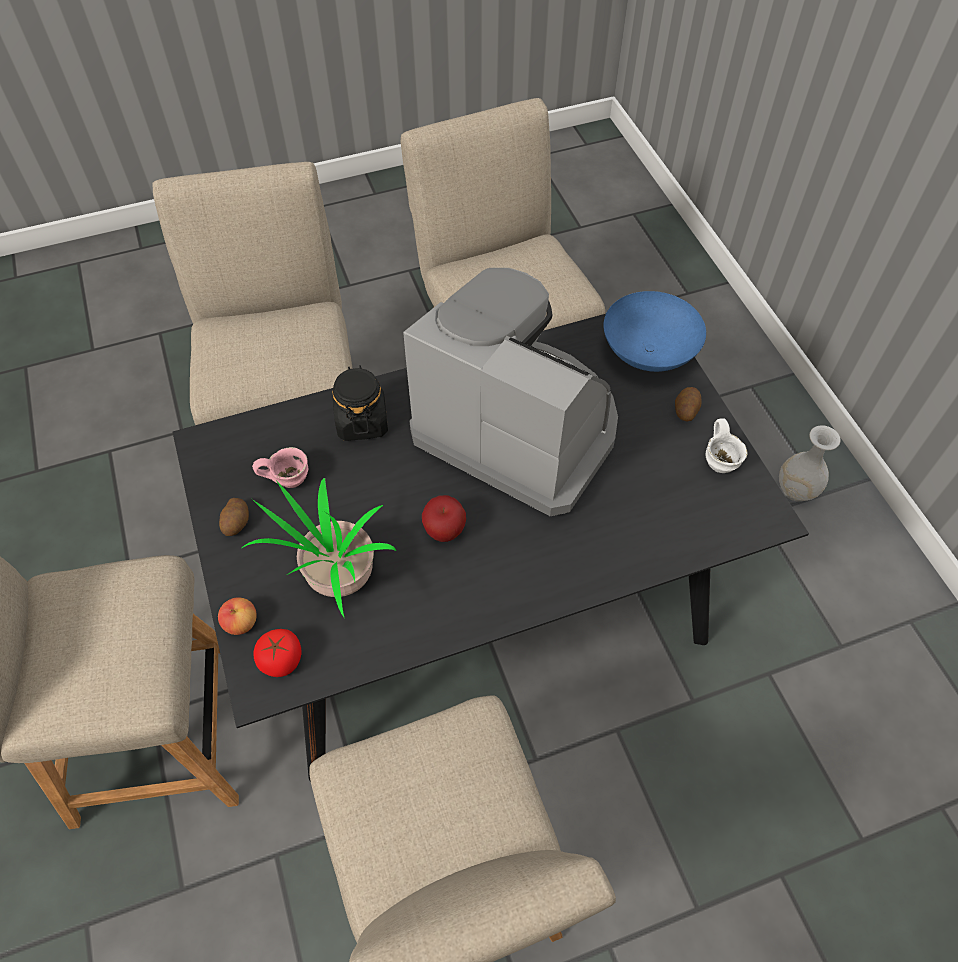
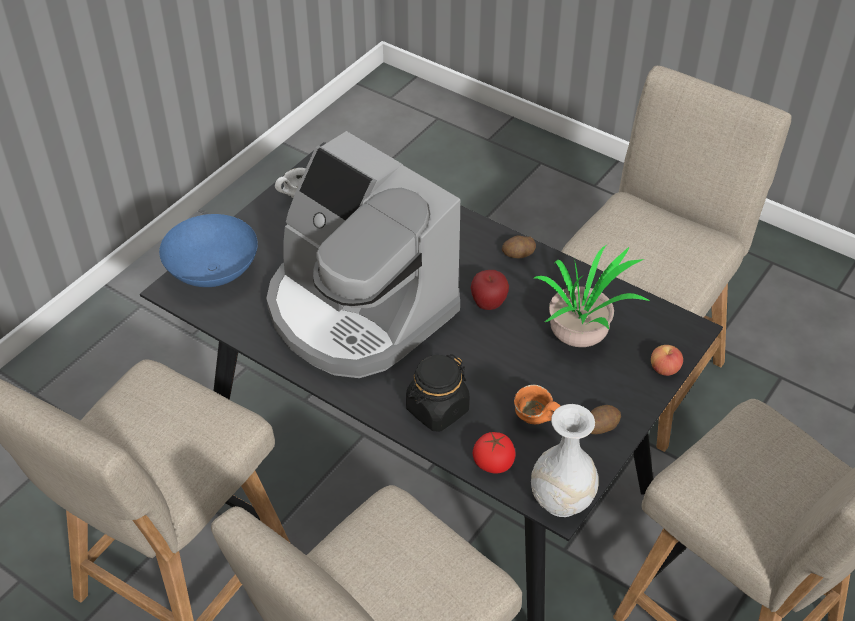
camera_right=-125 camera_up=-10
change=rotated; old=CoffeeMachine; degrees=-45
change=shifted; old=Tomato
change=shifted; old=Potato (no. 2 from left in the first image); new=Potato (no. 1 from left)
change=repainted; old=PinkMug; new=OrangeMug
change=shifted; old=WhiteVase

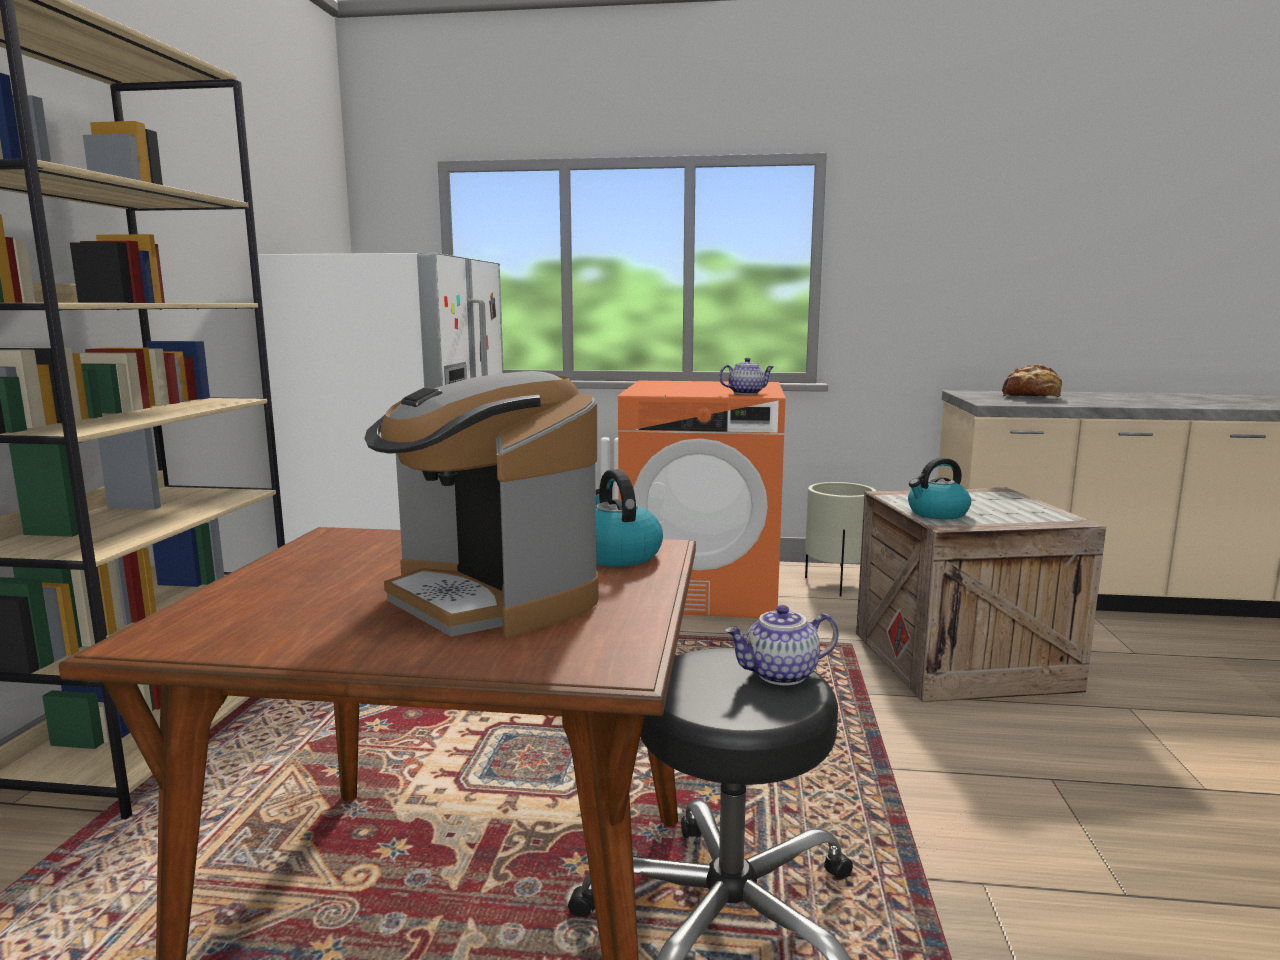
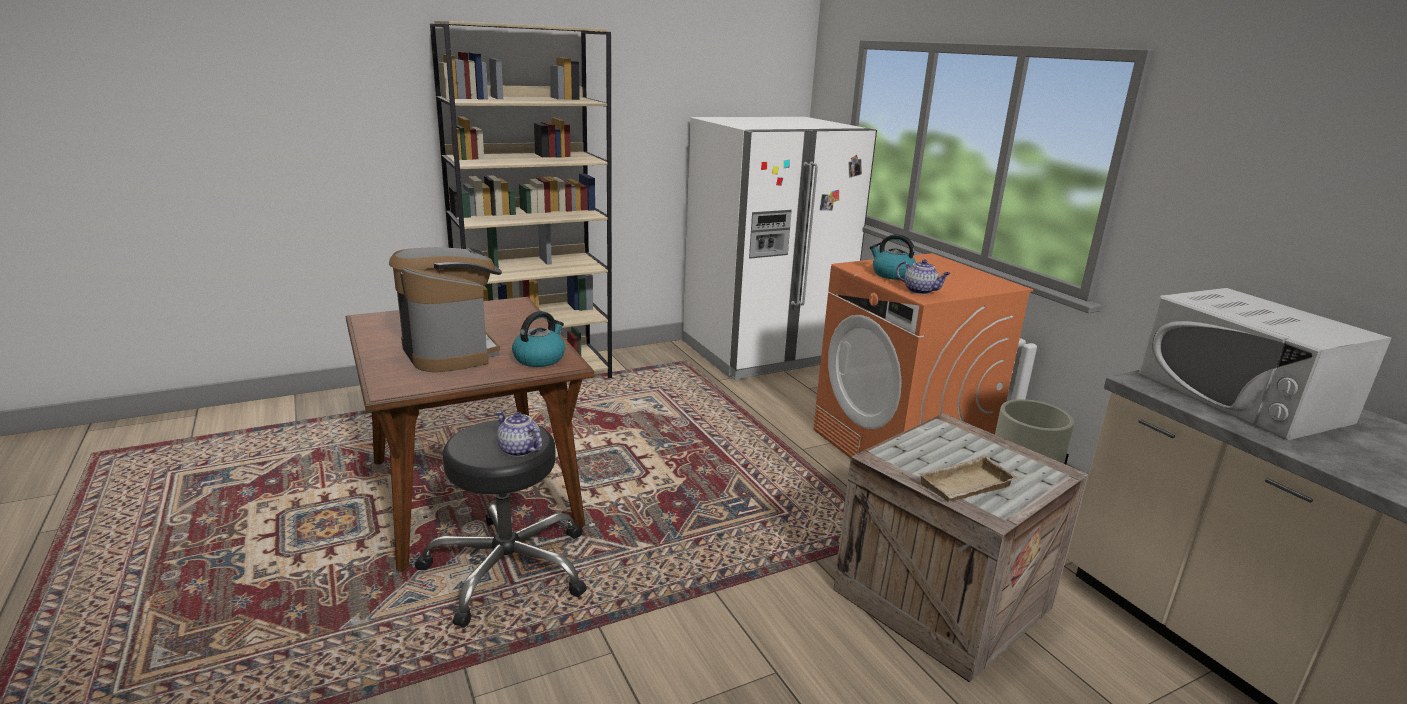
camera_right=55 camera_up=10
change=rotated; old=CoffeeMachine; degrees=135
change=shifted; old=Kettle (no. 2 from left)
change=new; new=BeigeTray
change=swapped; old=Bread; new=WhiteMicrowave

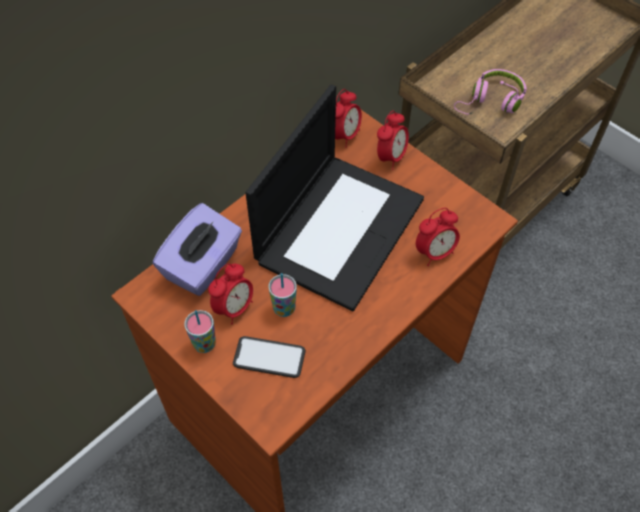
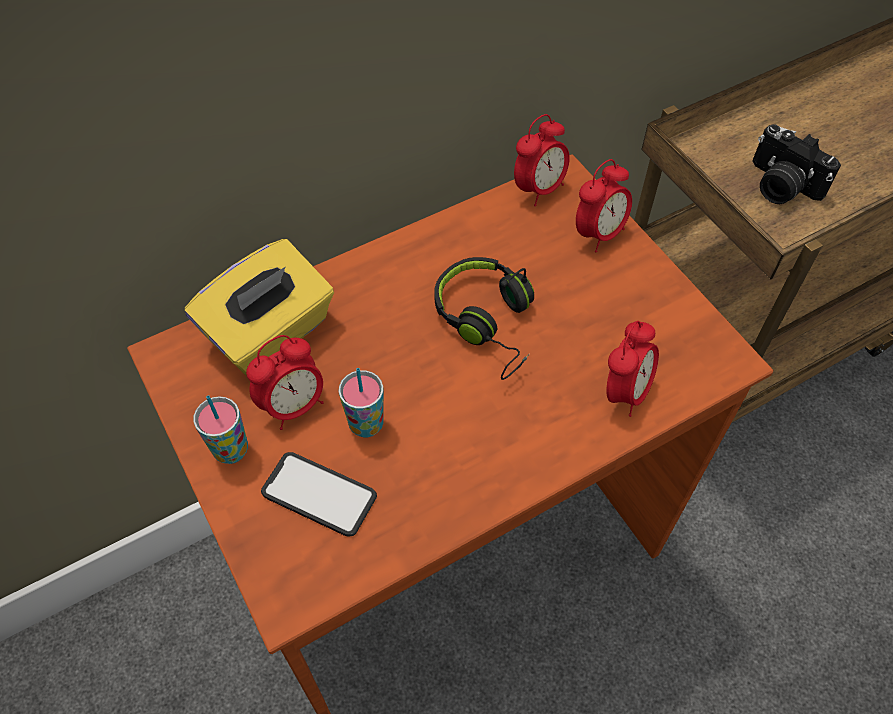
camera_right=15 camera_up=0
change=repainted; old=PurpleTissueBox; new=YellowTissueBox
change=swapped; old=Laptop; new=BlackHeadphones
change=rotated; old=AlarmClock (no. 4 from left); degrees=-45
change=swapped; old=PinkHeadphones; new=PhotoCamera

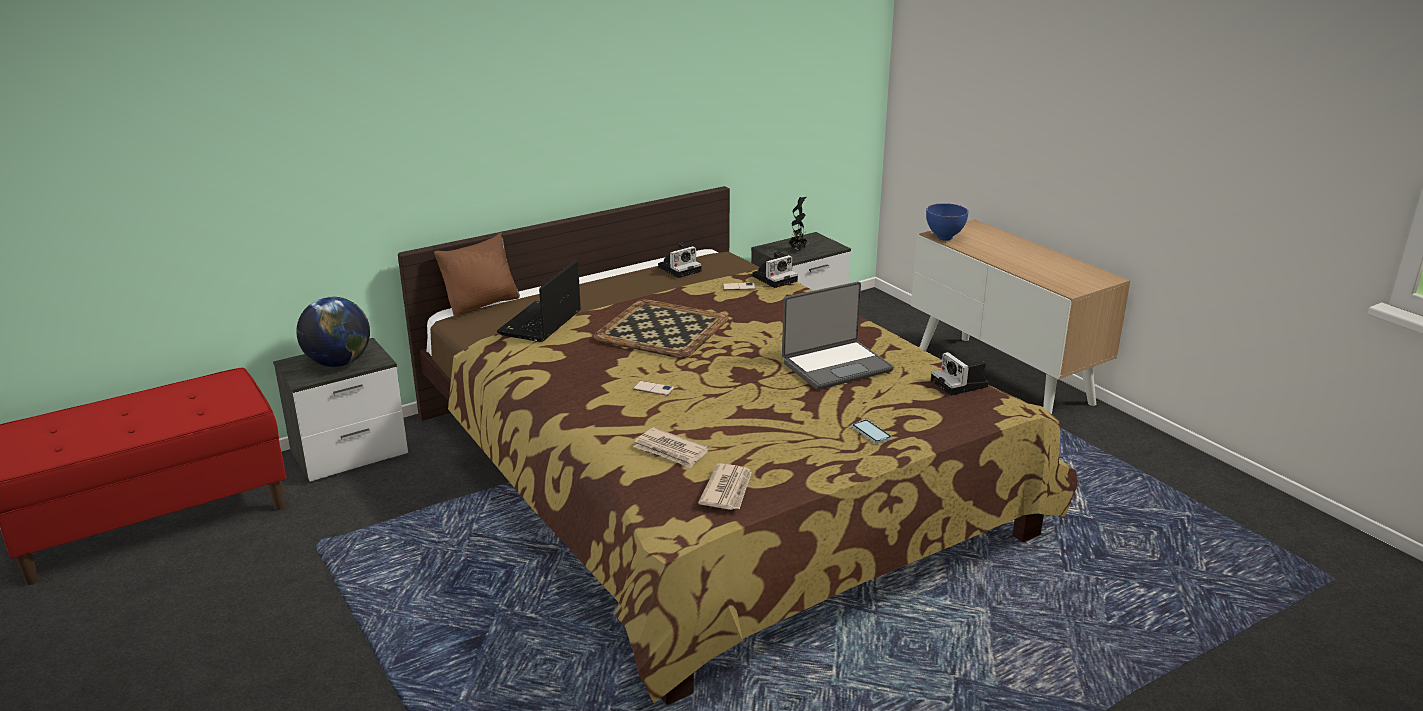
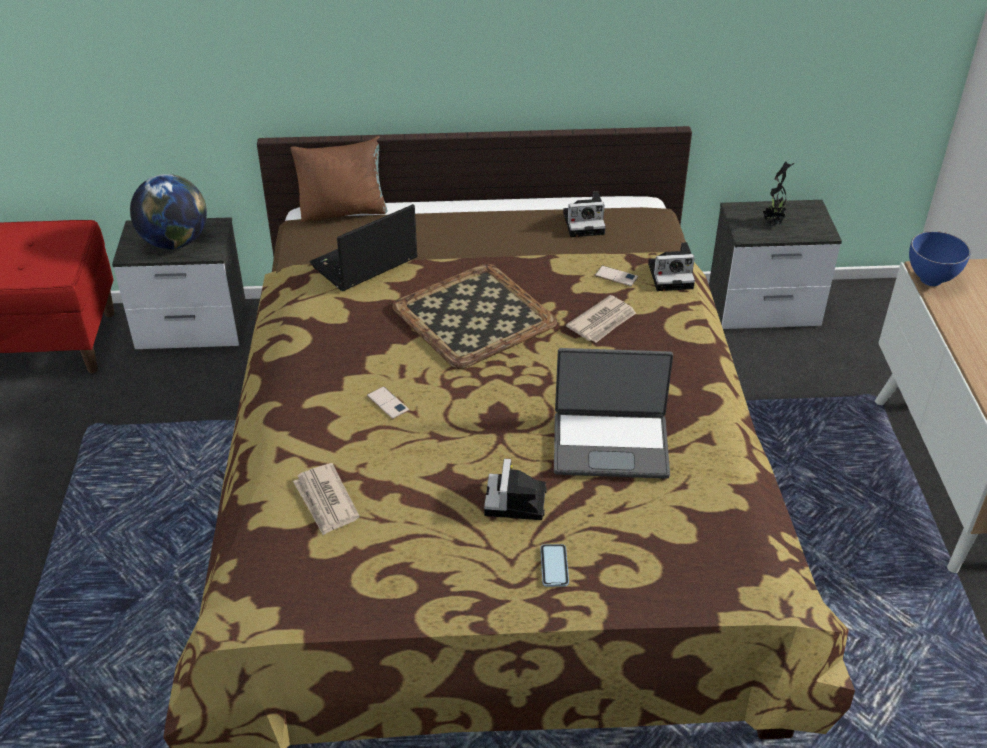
camera_right=30 camera_up=15
change=shifted; old=PhotoCamera (no. 3 from left in the first image); new=PhotoCamera (no. 1 from left)
change=shifted; old=Newspaper (no. 2 from left)

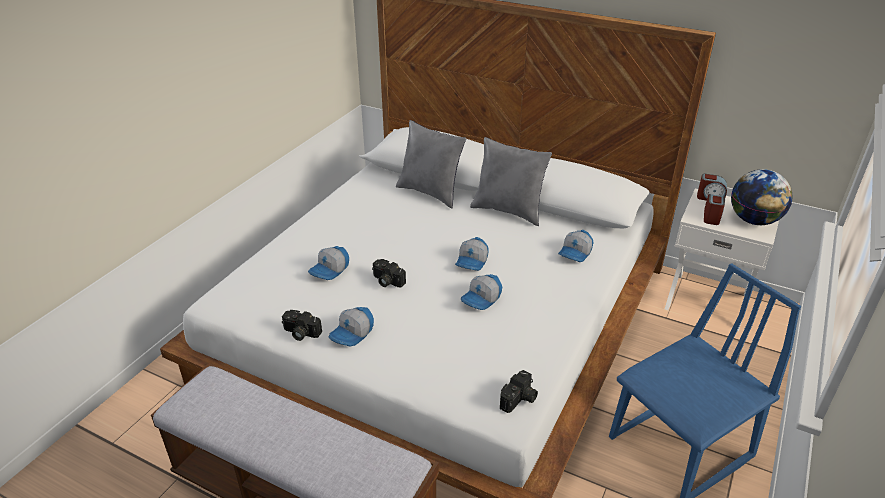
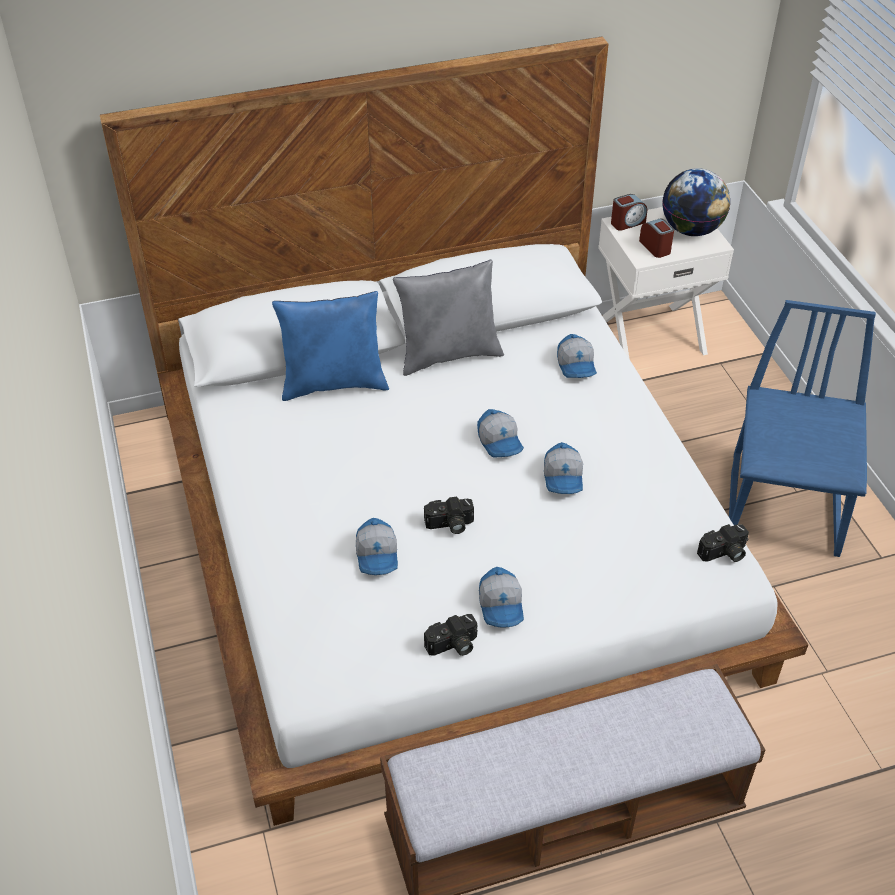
camera_right=-45 camera_up=10
change=repainted; old=GreyPillow (no. 1 from left); new=BluePillow
change=rotated; old=PhotoCamera (no. 3 from left); degrees=75

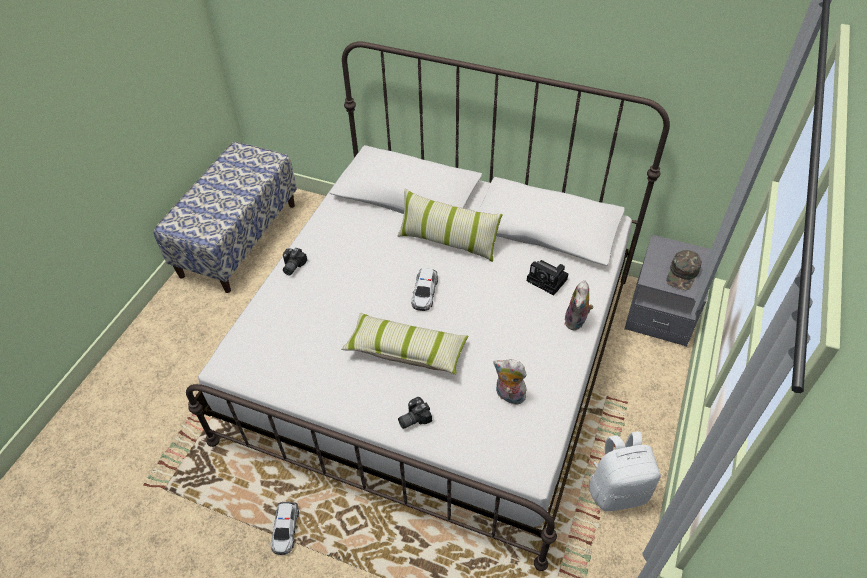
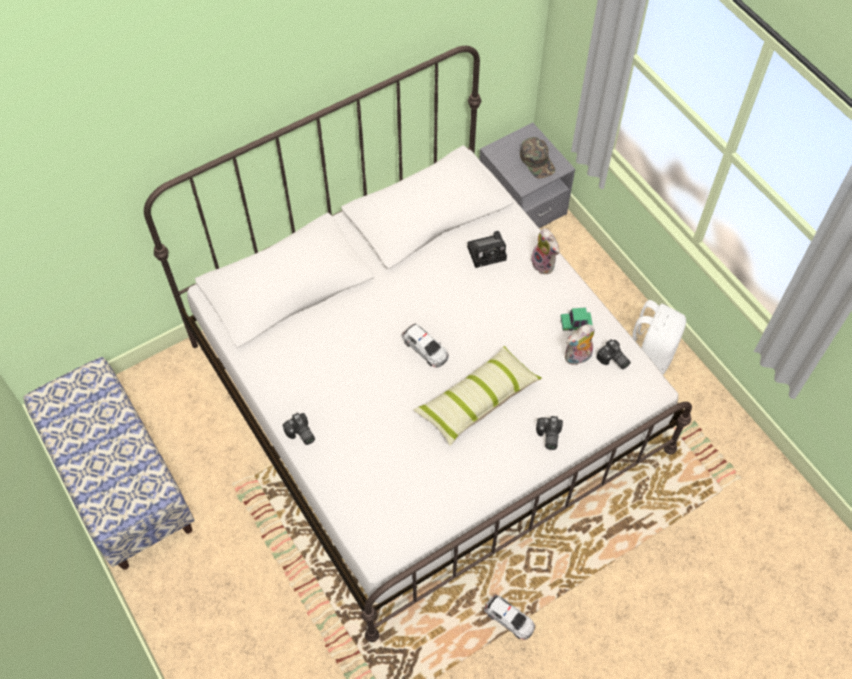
camera_right=-55 camera_up=10
change=new; new=ToyCar (no. 3 from left)
change=new; new=PhotoCamera (no. 4 from left)
change=gone; old=Pillow (no. 2 from left)

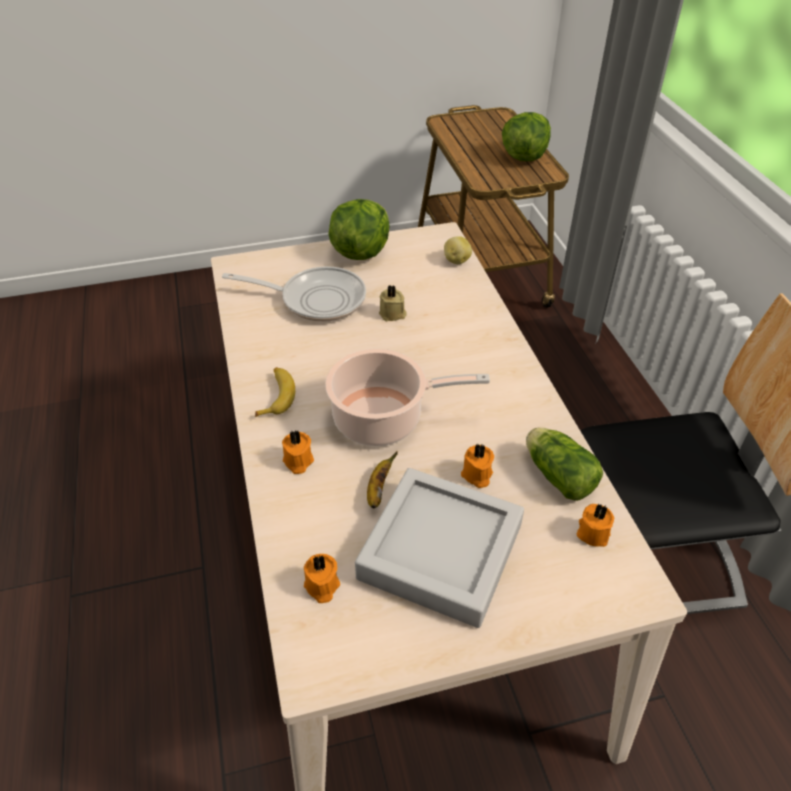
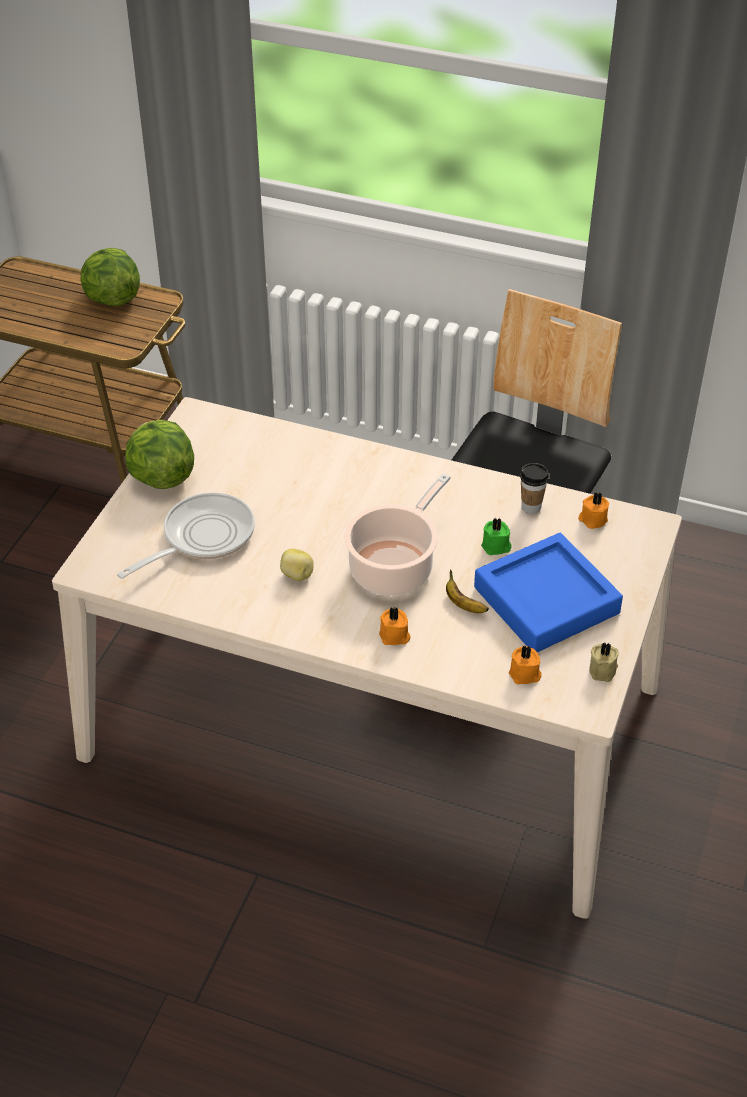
camera_right=-55 camera_up=0
change=shifted; old=Potato
change=repainted; old=GreyTray; new=BlueTray
change=repainted; old=OrangeCandle (no. 3 from left); new=GreenCandle
change=swapped; old=Lettuce (no. 3 from left); new=Cup
change=shifted; old=BeigeCandle
change=gone; old=Banana (no. 1 from left)

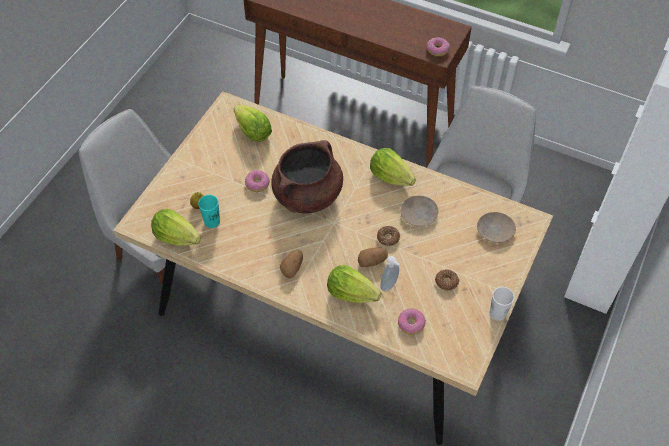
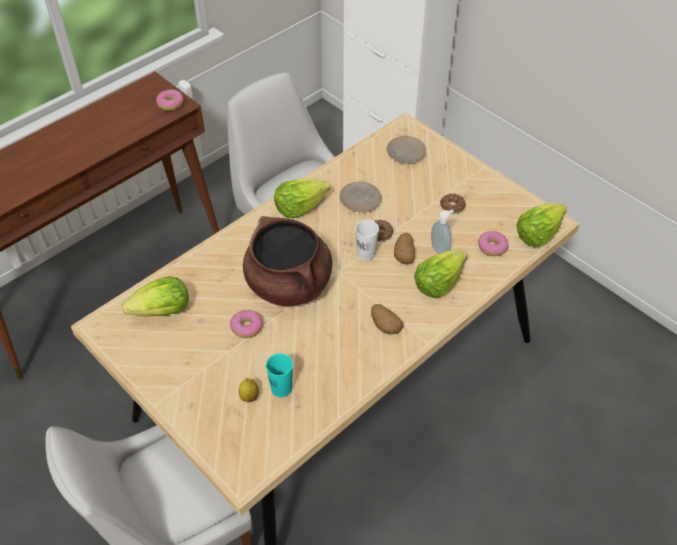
camera_right=-70 camera_up=-5
change=shifted; old=WhiteCup
change=shifted; old=Lettuce (no. 1 from left in the first image); new=Lettuce (no. 4 from left)

